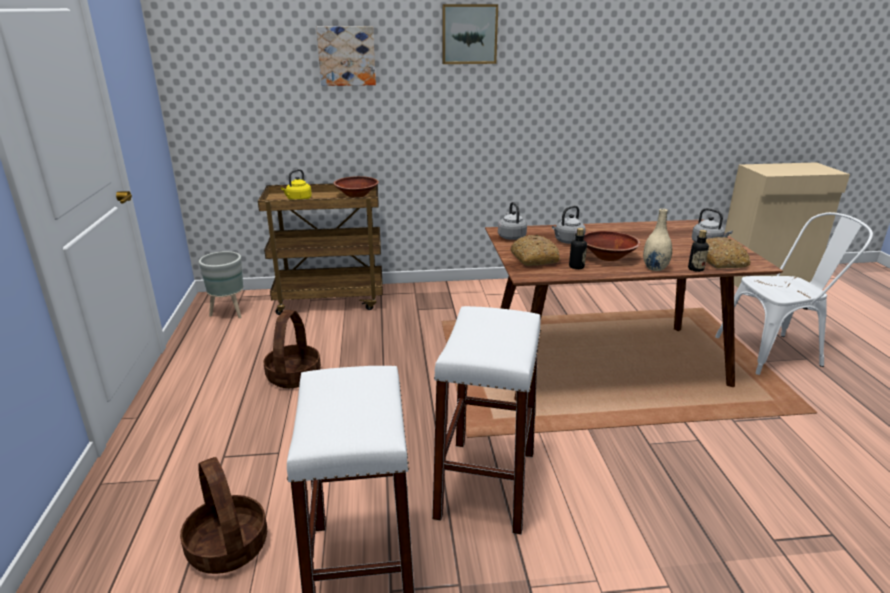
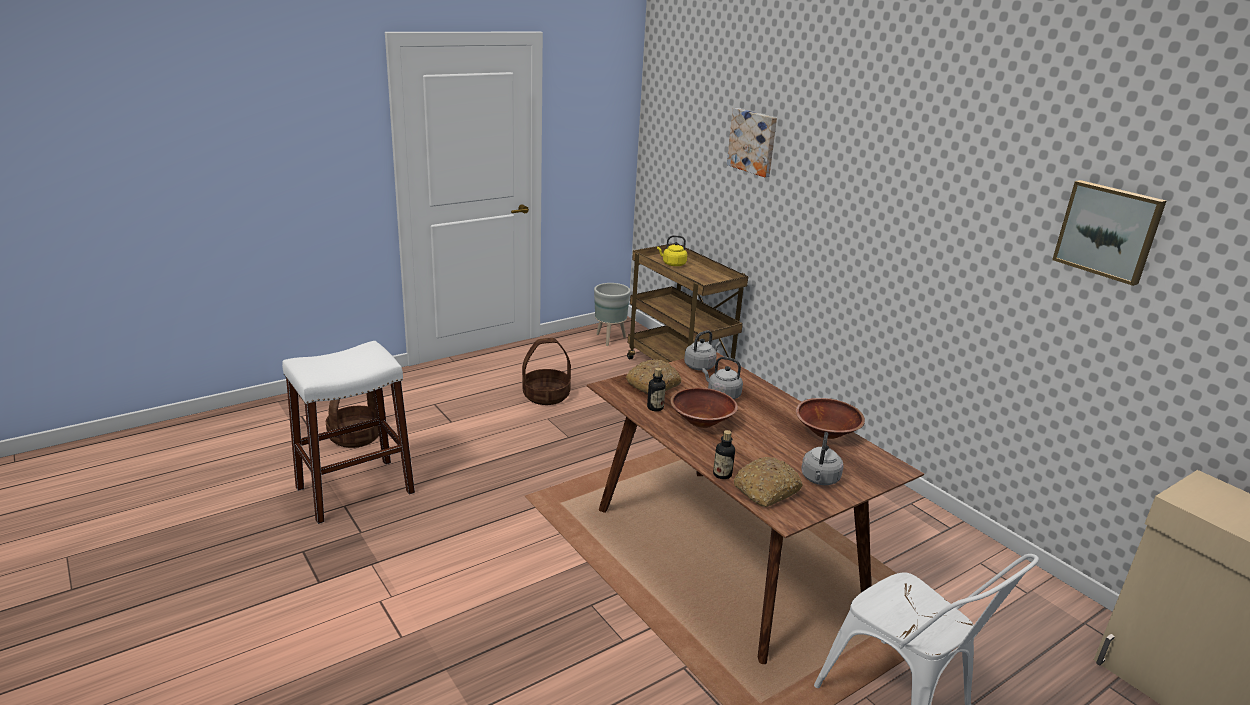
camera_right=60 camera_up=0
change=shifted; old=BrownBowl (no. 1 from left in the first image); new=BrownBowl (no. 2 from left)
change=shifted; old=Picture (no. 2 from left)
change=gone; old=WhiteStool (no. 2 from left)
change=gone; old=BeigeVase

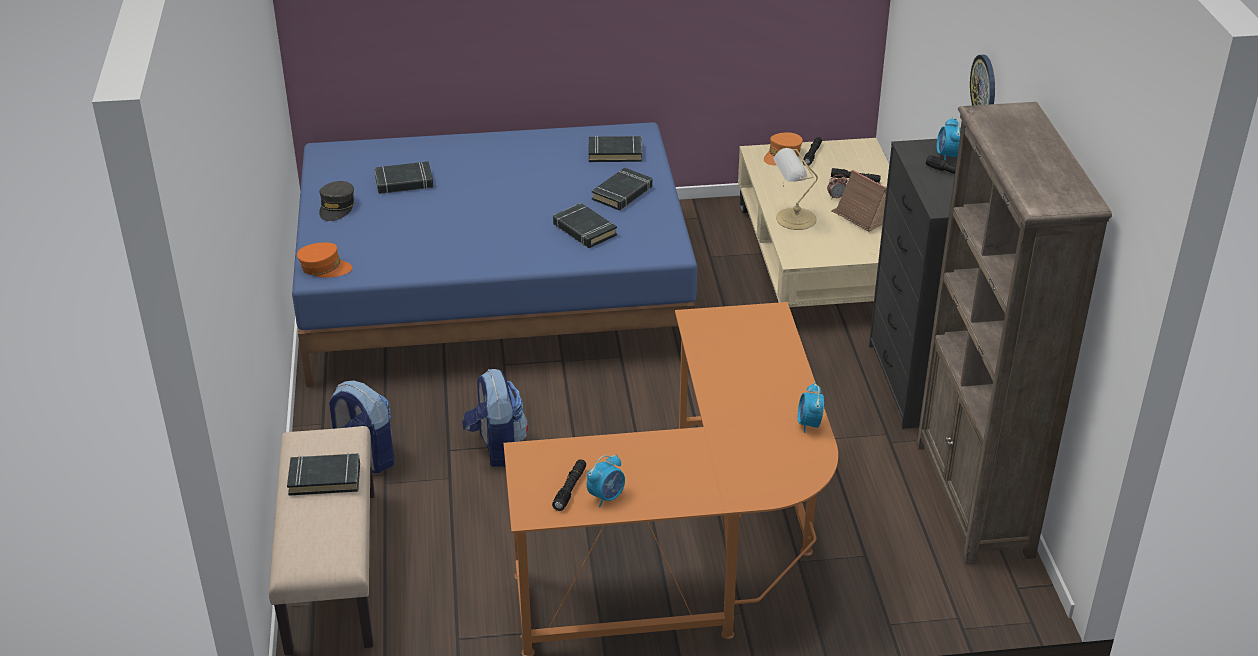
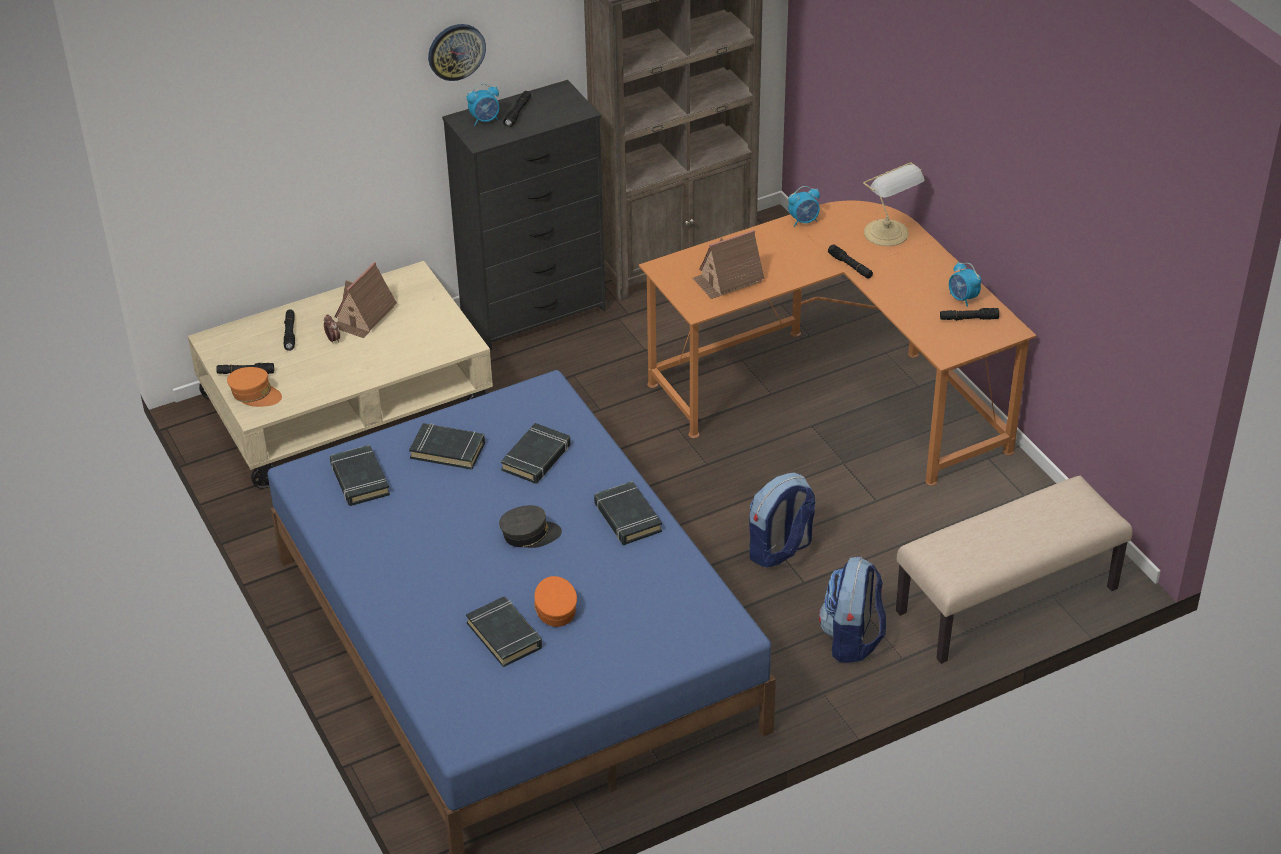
camera_right=-110 camera_up=5
change=shifted; old=GreyCap
change=shifted; old=OrangeCap (no. 1 from left in the first image); new=OrangeCap (no. 2 from left)
change=shifted; old=BlackBook (no. 1 from left in the first image); new=BlackBook (no. 5 from left)
change=new; new=ToyHouse (no. 2 from left)
change=new; new=BlackFlashlight (no. 4 from left)
change=shifted; old=TableLamp
change=rotated; old=AlarmClock (no. 1 from left in the first image); degrees=-150

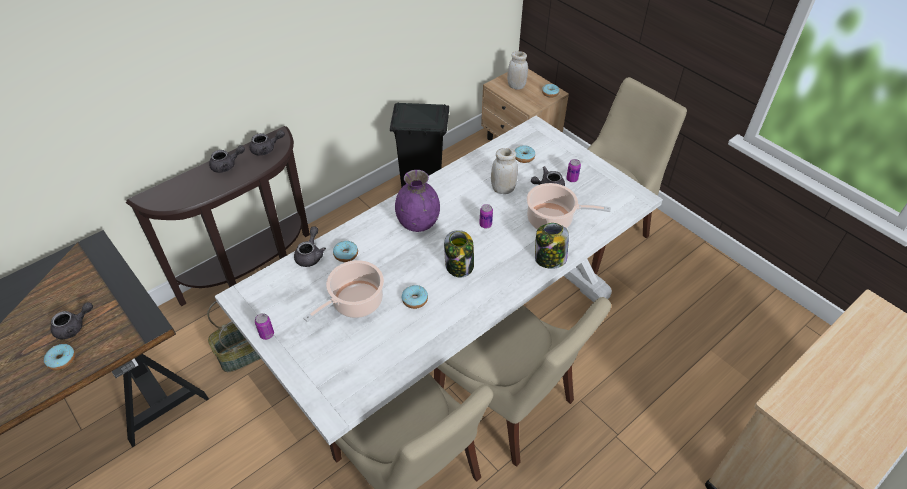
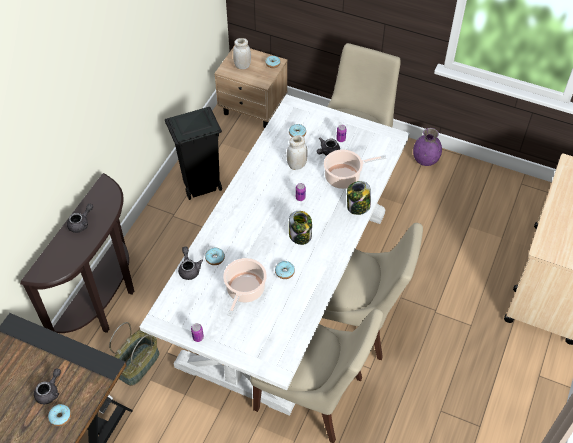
camera_right=-25 camera_up=5
change=shifted; old=PurpleVase
change=gone; old=GreyTeapot (no. 3 from left)

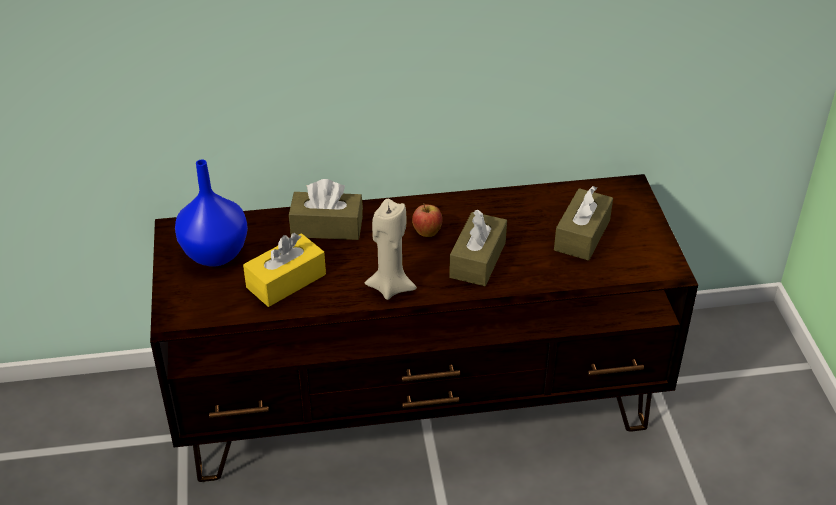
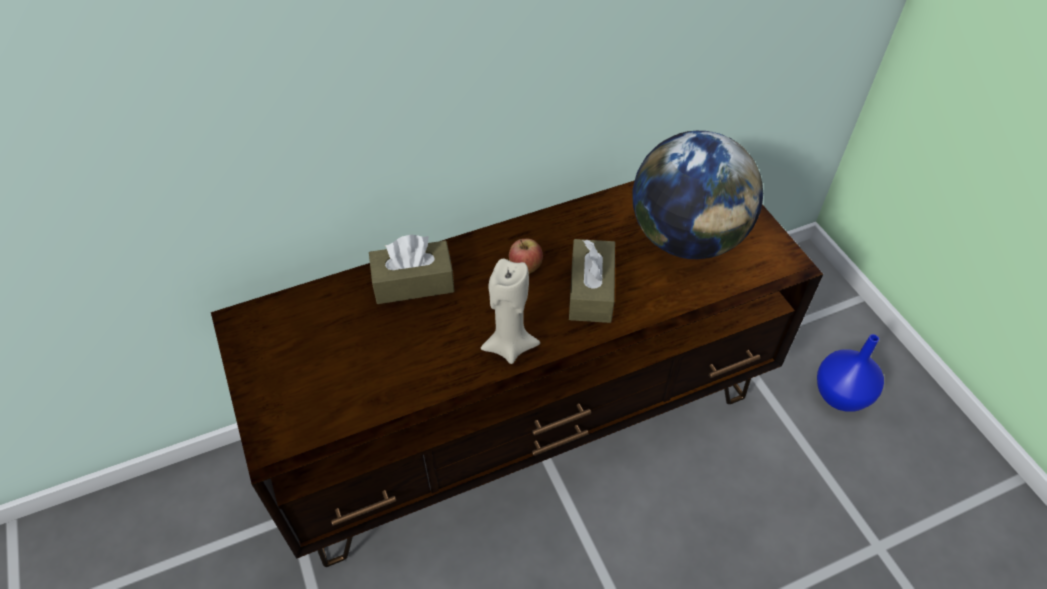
camera_right=-15 camera_up=10
change=swapped; old=BrownTissueBox (no. 3 from left); new=Globe
change=shifted; old=BlueVase
change=gone; old=YellowTissueBox

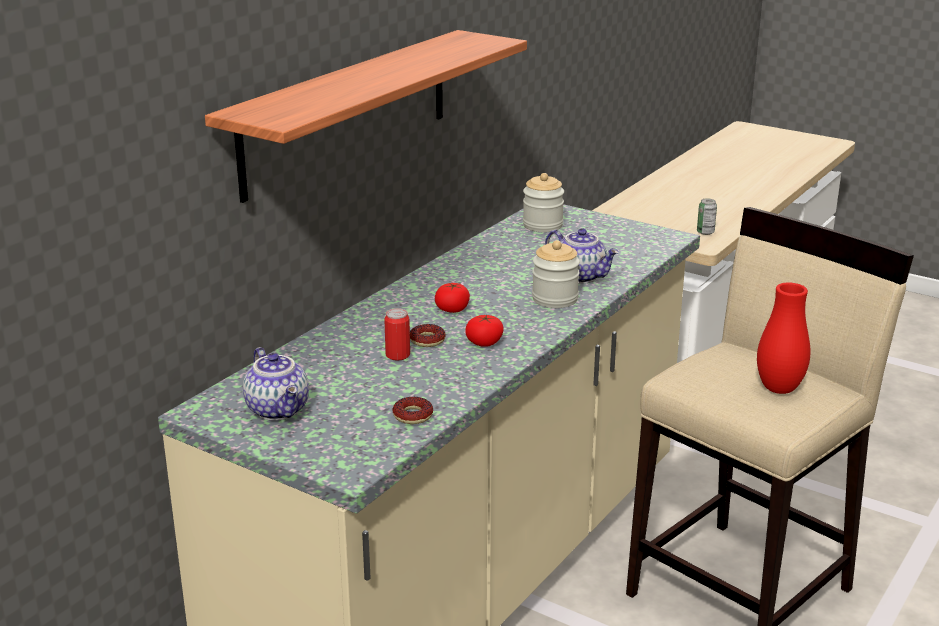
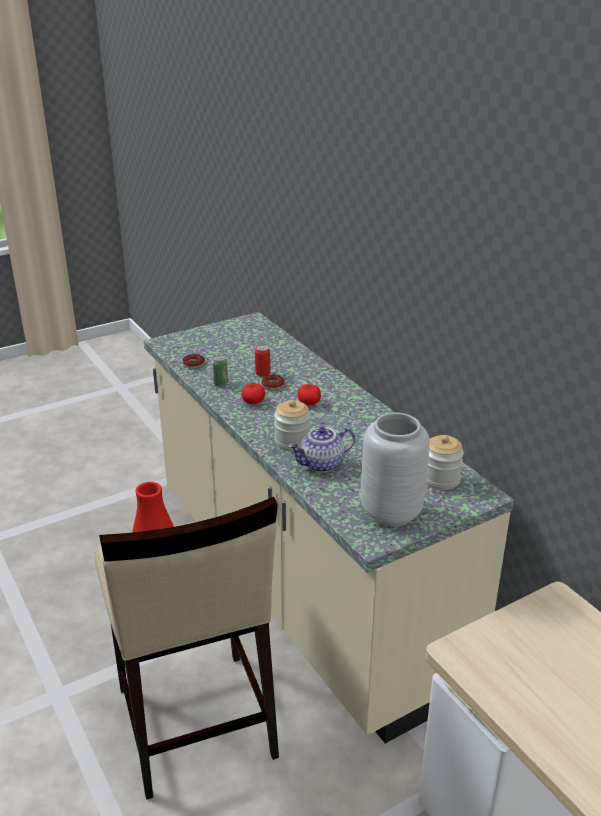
camera_right=115 camera_up=5
change=shifted; old=Can (no. 2 from left in the first image); new=Can (no. 1 from left)
change=new; new=GreyVase
change=gone; old=Shelf
change=gone; old=Teapot (no. 1 from left)

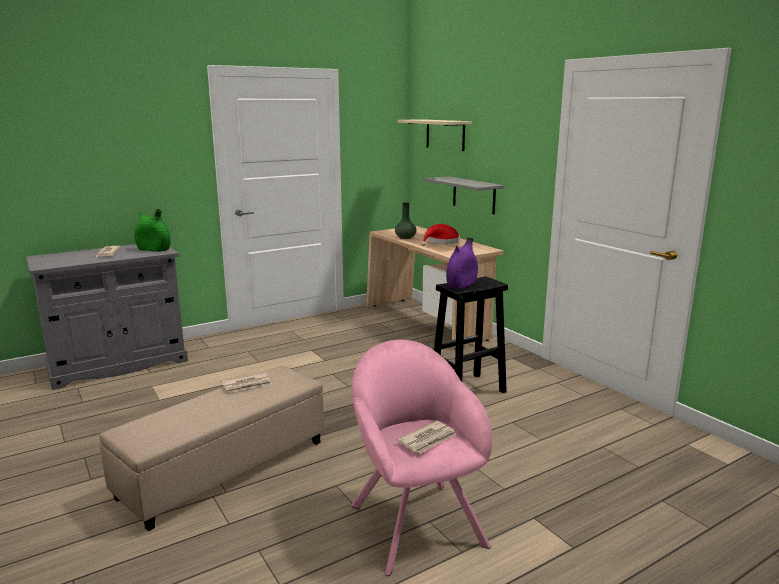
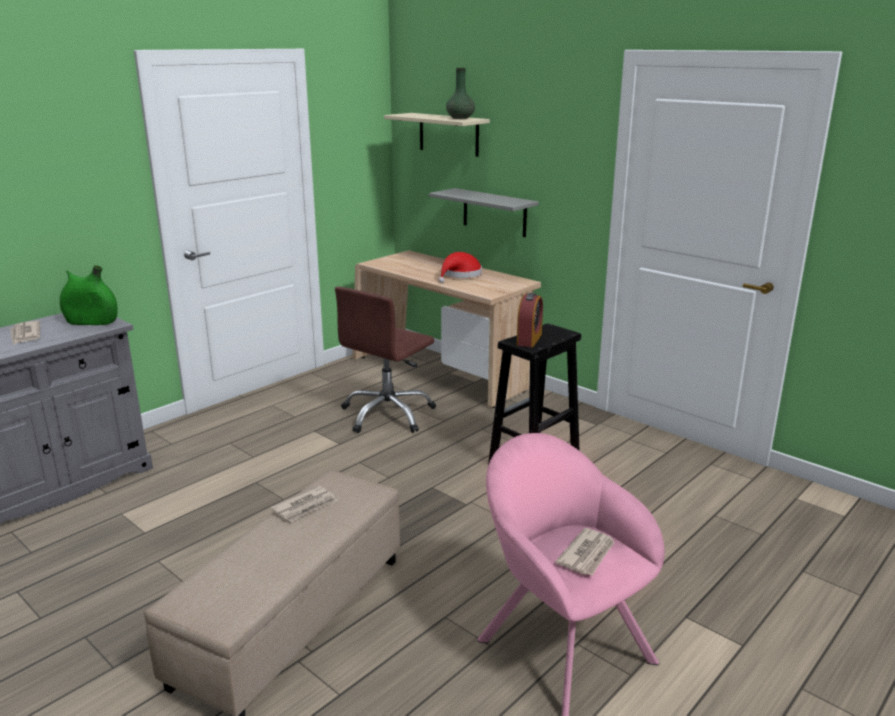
camera_right=-15 camera_up=5
change=new; new=BrownOfficeChair
change=shifted; old=GreenVase (no. 2 from left)
change=swapped; old=PurpleVase; new=AlarmClock

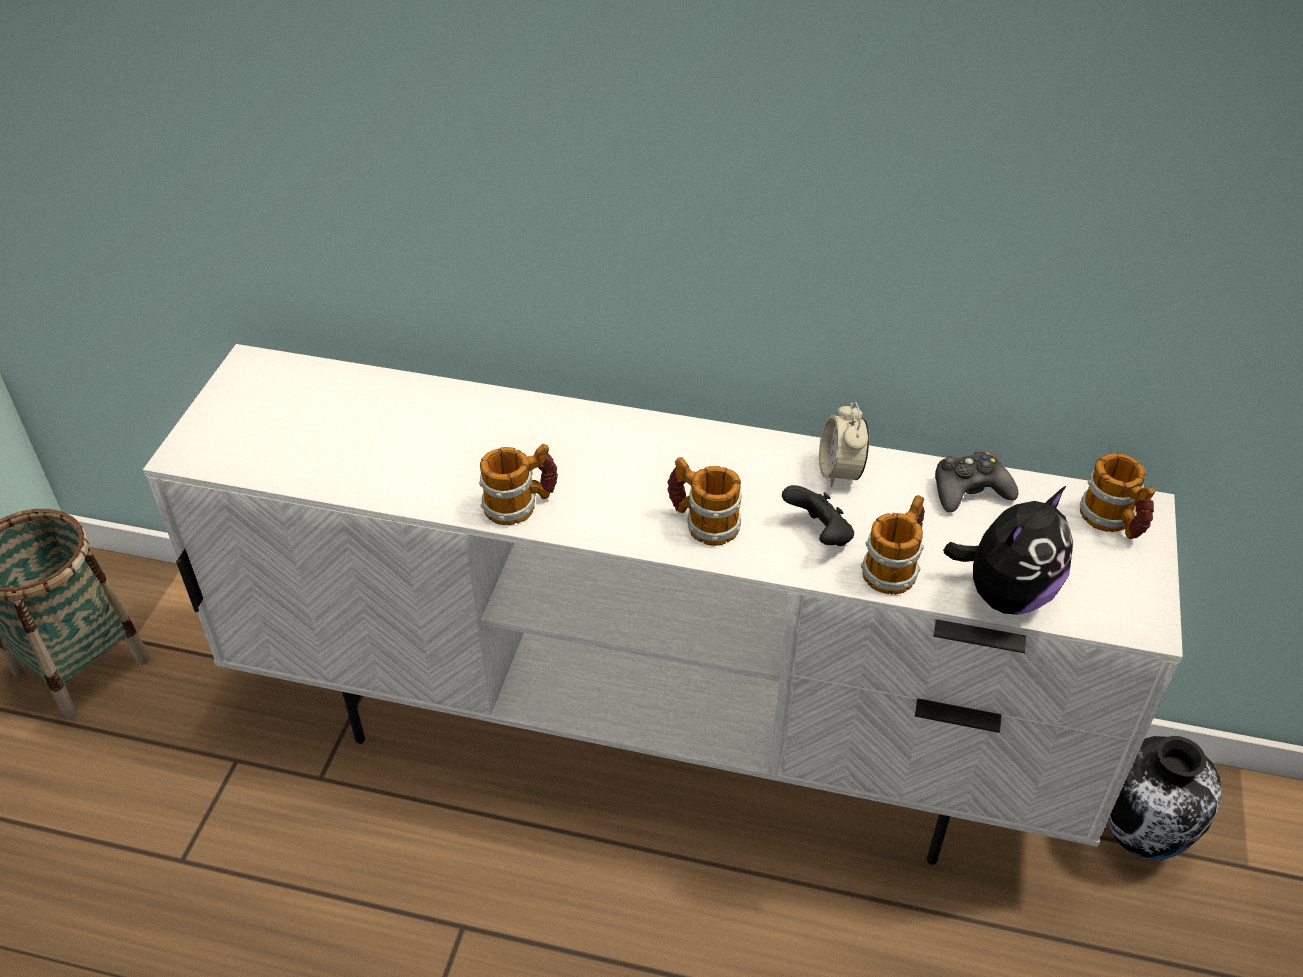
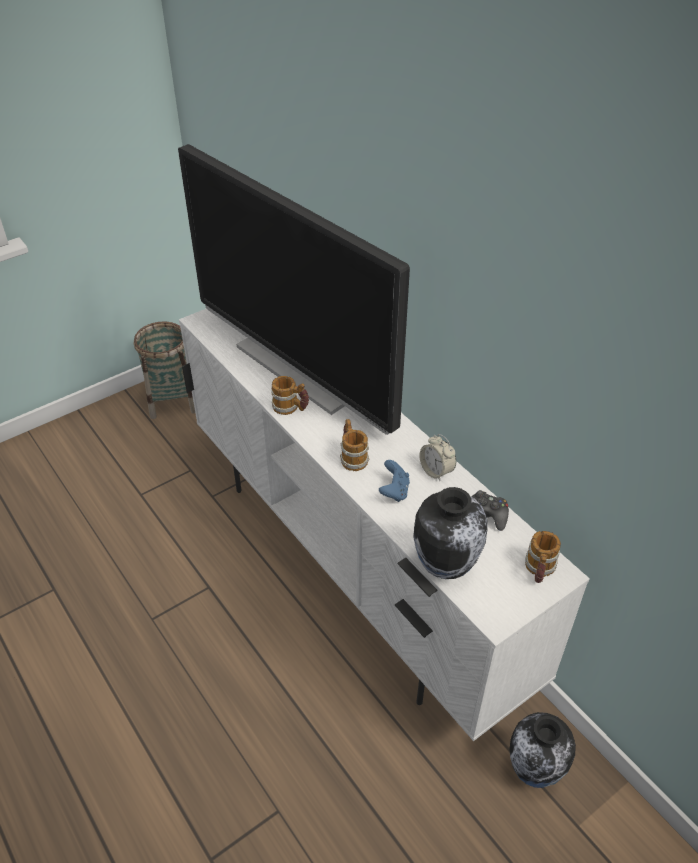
camera_right=40 camera_up=0
change=new; new=Television
change=repainted; old=BlackGameController (no. 1 from left); new=BlueGameController
change=swapped; old=PlushToy; new=Vase (no. 1 from left)
change=rotated; old=AlarmClock; degrees=-75
change=gone; old=Mug (no. 3 from left)

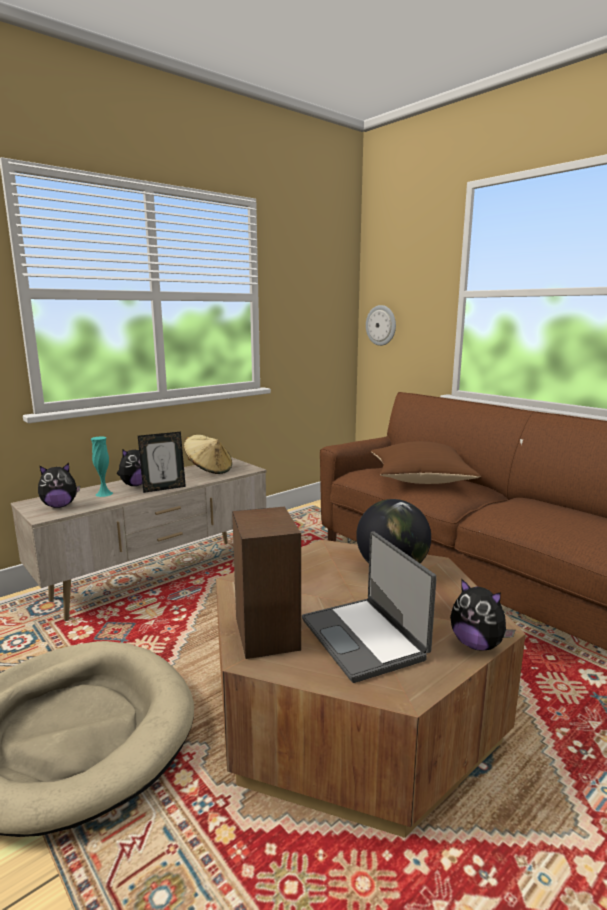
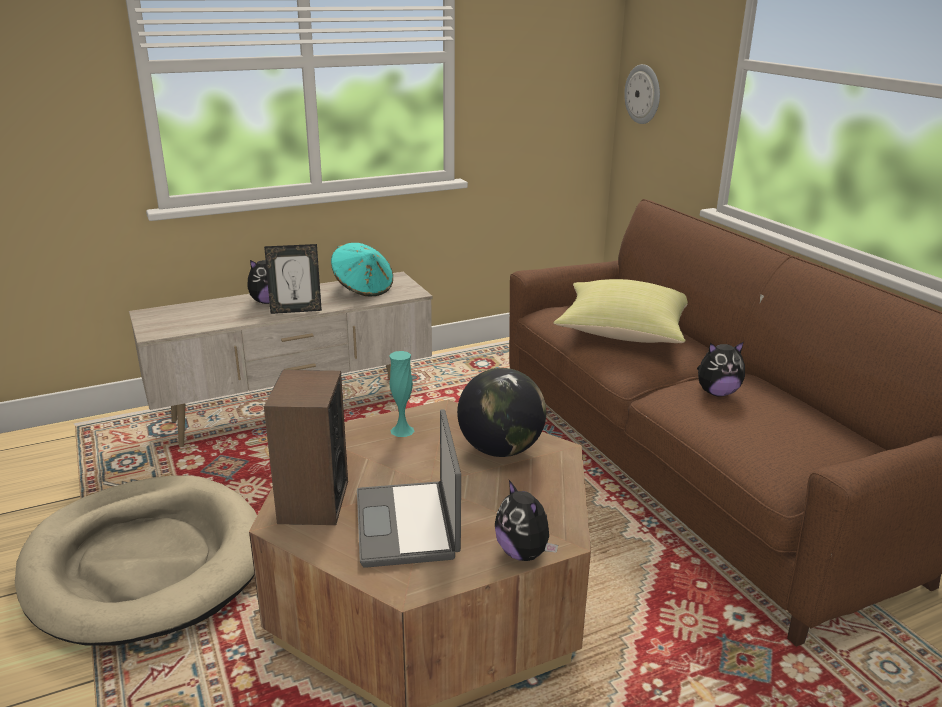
camera_right=15 camera_up=10
change=repainted; old=BeigeHat; new=TurquoiseHat
change=shifted; old=TurquoiseVase
change=repainted; old=BrownPillow; new=YellowPillow
change=shifted; old=PlushToy (no. 1 from left in the first image); new=PlushToy (no. 3 from left)

